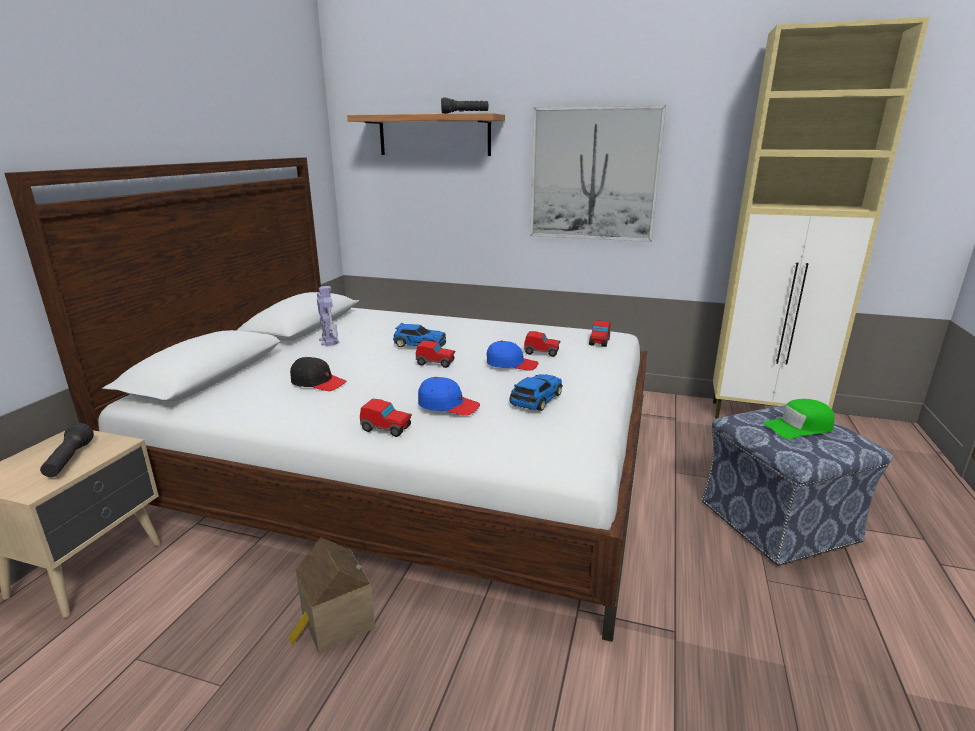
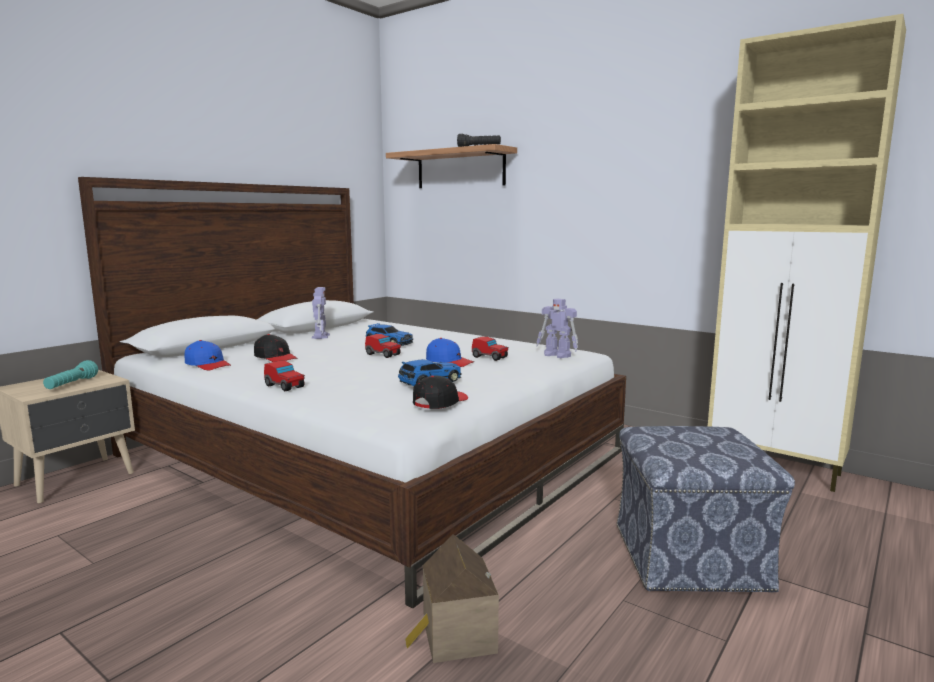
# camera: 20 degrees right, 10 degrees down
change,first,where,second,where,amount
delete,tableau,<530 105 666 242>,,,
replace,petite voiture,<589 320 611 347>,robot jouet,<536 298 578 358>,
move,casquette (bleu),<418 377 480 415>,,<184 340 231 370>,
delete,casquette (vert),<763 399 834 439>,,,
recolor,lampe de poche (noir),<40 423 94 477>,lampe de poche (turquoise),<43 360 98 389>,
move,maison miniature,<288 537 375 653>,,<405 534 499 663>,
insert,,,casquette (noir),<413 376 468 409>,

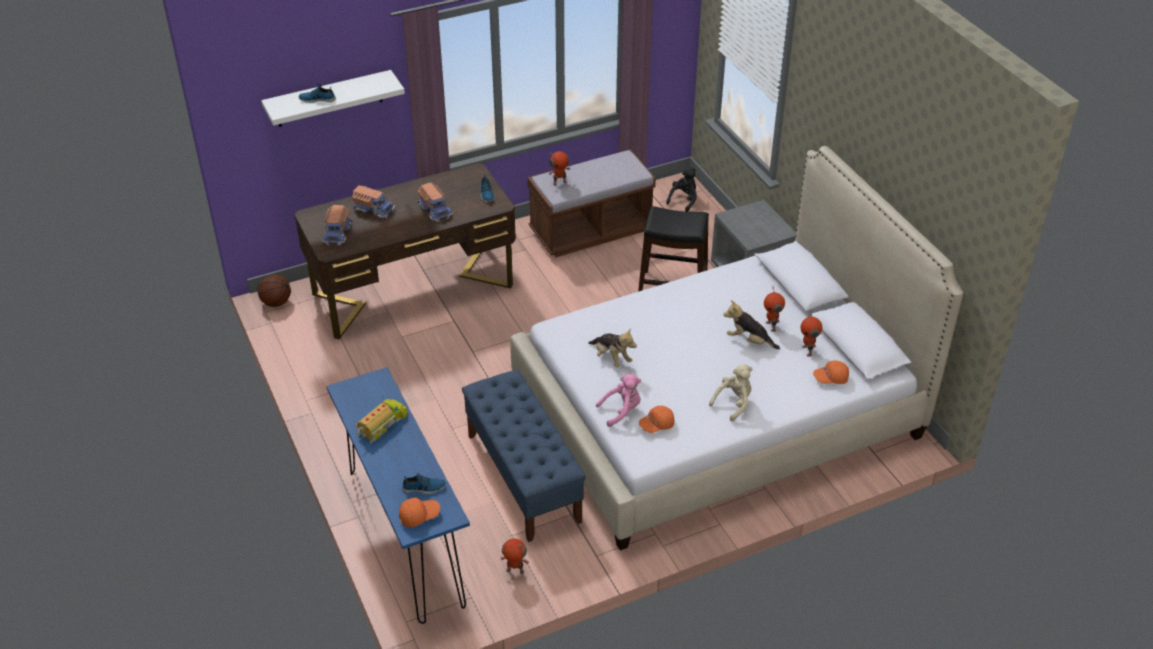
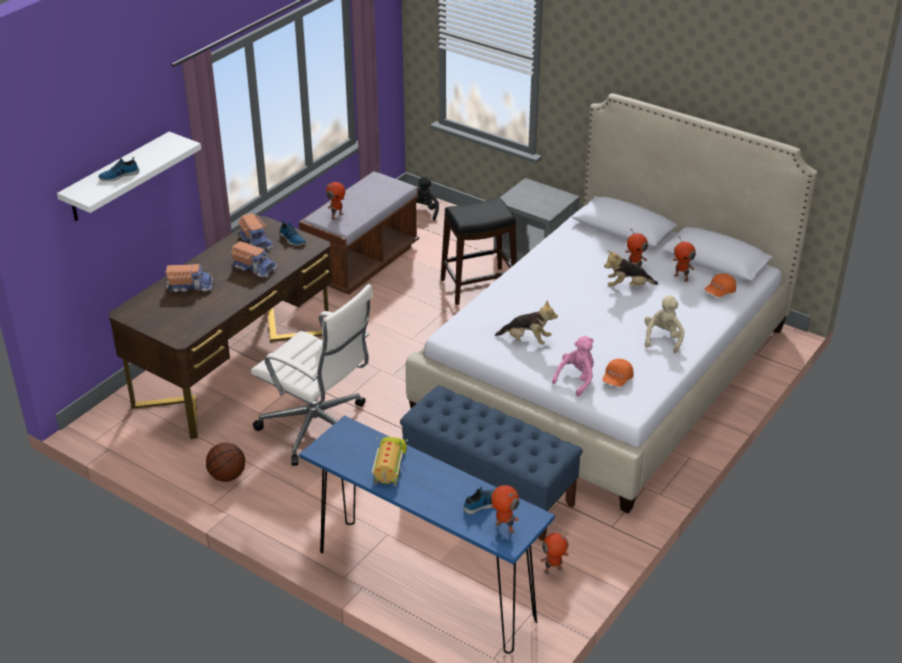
# camera: 30 degrees left, 5 degrees down
change,first,where,second,where,amount
move,camion jouet,<322 205 352 246>,,<238 213 273 251>,
move,ballon de basket,<258 275 291 307>,,<206 442 245 482>,
replace,casquette (orange),<399 497 440 527>,robot jouet,<490 485 519 534>,
insert,,,chaise de bureau (blanc),<251 284 373 466>,

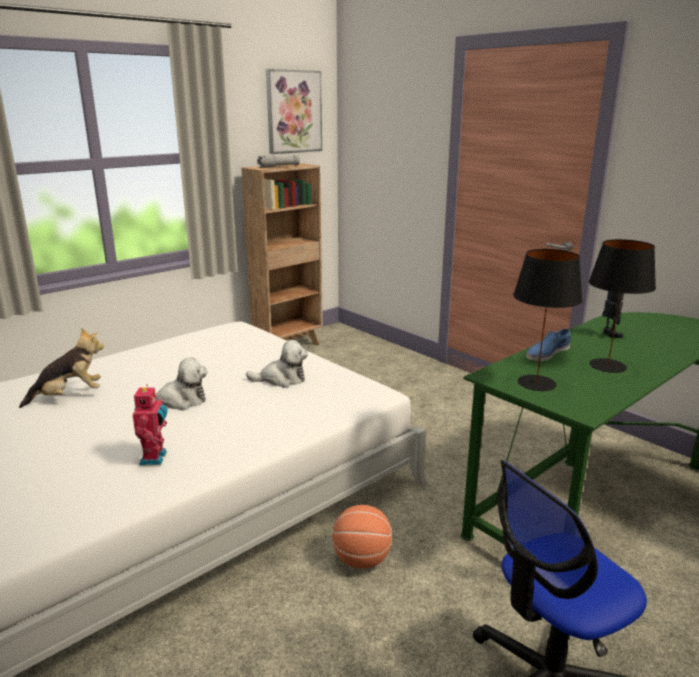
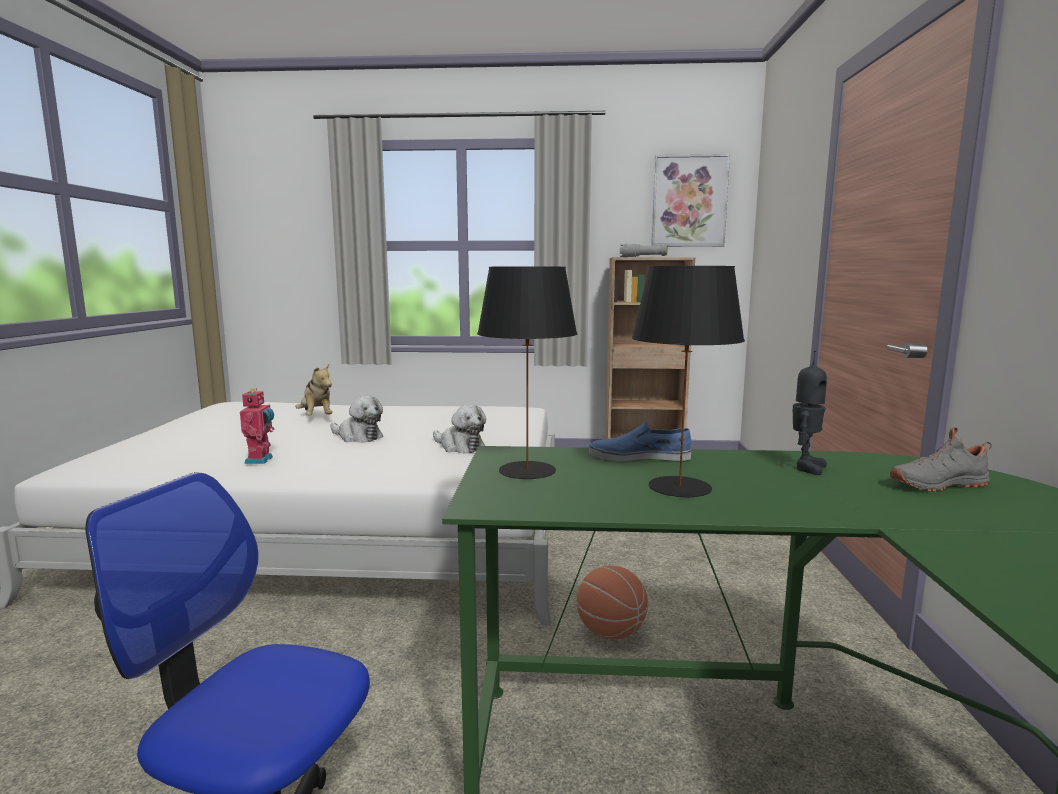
# camera: 45 degrees right, 10 degrees down
change,first,where,second,where,amount
rotate,peluche,<19 328 104 408>,,<295 364 332 415>,45 degrees clockwise
rotate,robot jouet,<132 384 167 465>,,<240 388 275 464>,45 degrees counterclockwise
move,ballon de basket,<333 505 392 569>,,<577 565 648 639>,
insert,,,chaussure (gris),<890 427 992 492>,

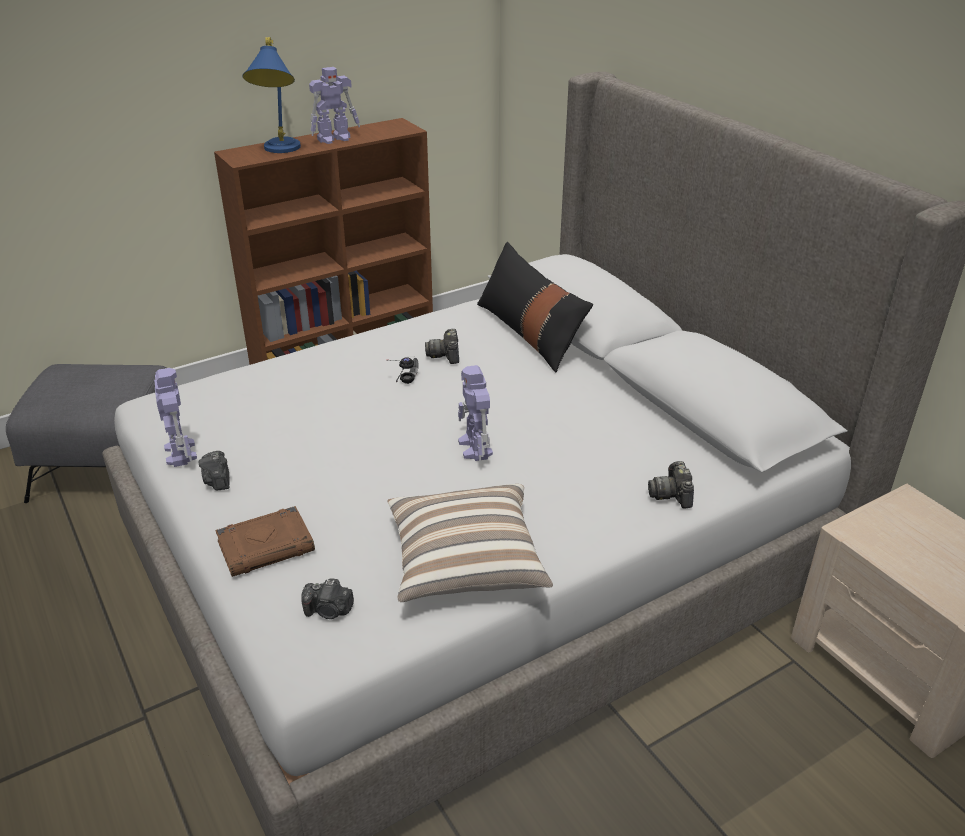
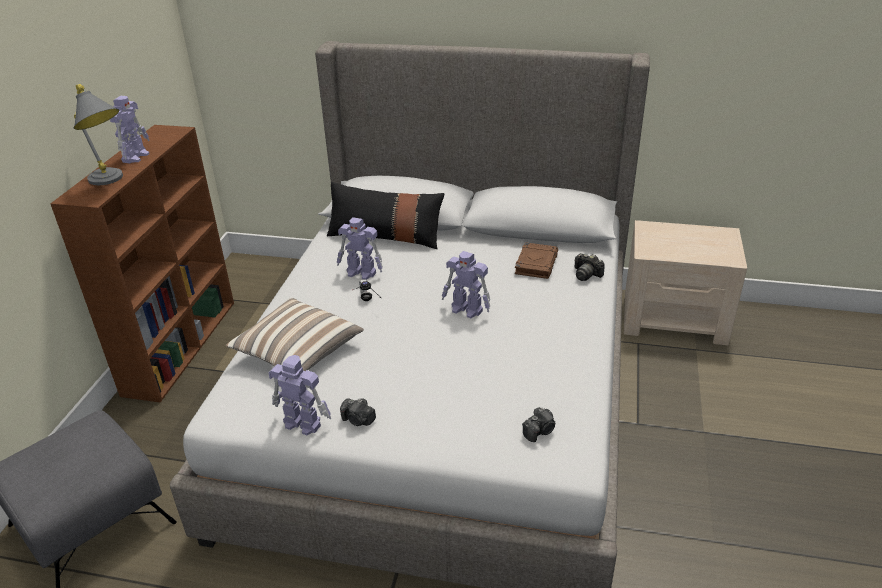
# camera: 45 degrees left, 0 degrees up
change,first,where,second,where,amount
recolor,lampe de table (bleu),<242 37 301 153>,lampe de table (gris),<74 84 123 185>,
replace,appareil photo,<425 329 459 364>,robot jouet,<337 217 383 280>,
move,coussin,<388 484 553 602>,,<226 297 364 371>,
move,livre (marron),<215 506 315 577>,,<515 242 558 279>,

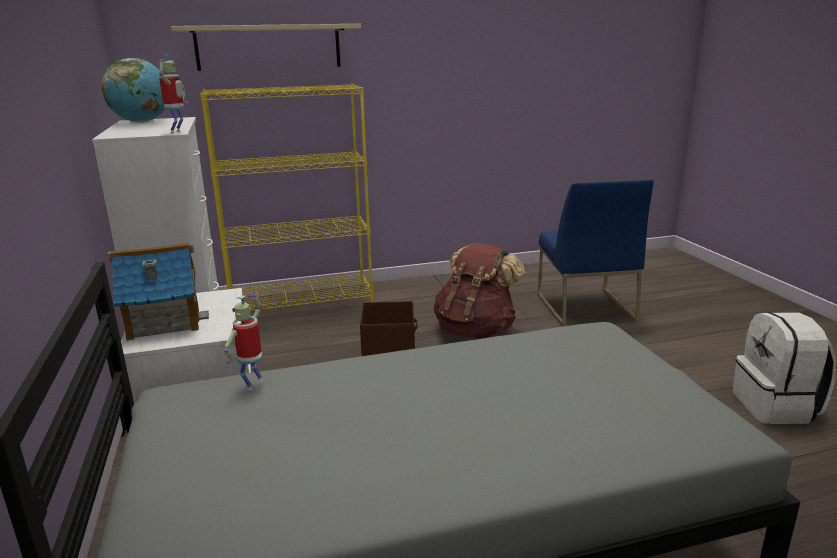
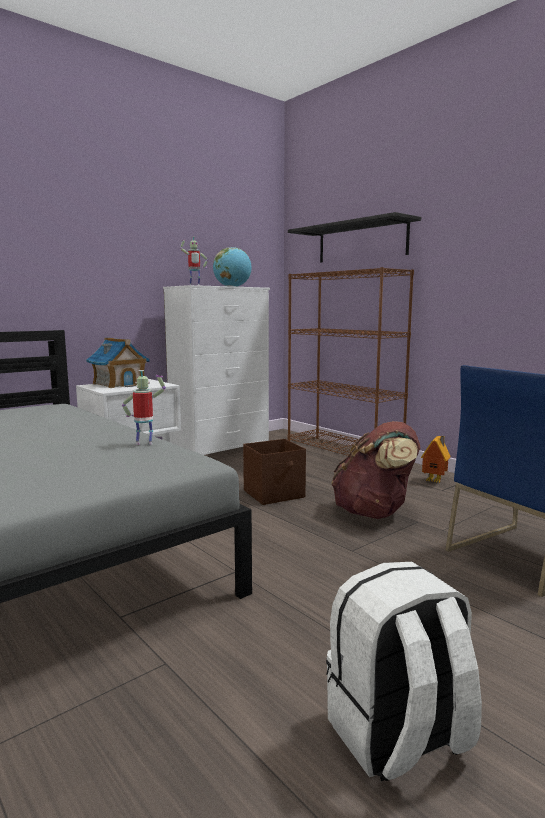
# camera: 65 degrees right, 10 degrees down
change,first,where,second,where,amount
recolor,étagère (beige),<171 24 361 71>,étagère (noir),<288 212 421 263>,
recolor,bibliothèque (jaune),<200 84 374 311>,bibliothèque (marron),<288 267 414 456>,
move,robot jouet,<224 294 264 391>,,<122 370 166 445>,
insert,,,maison miniature,<421 436 451 483>,

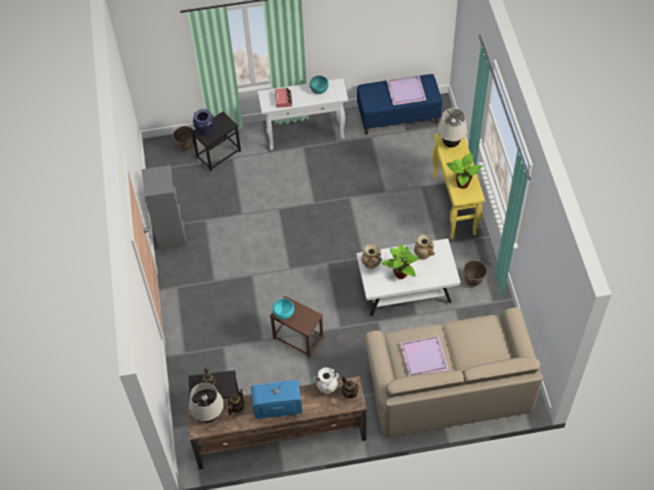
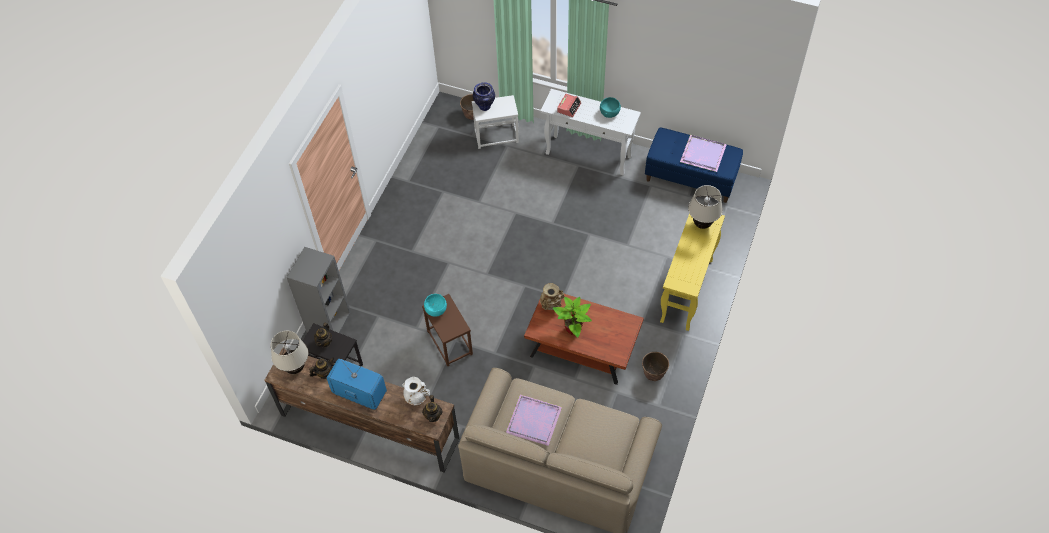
# camera: 30 degrees right, 0 degrees up
change,first,where,second,where,amount
recolor,table d'appoint (noir),<191 111 241 171>,table d'appoint (blanc),<472 95 519 149>,
delete,plante en pot,<446 153 482 189>,,,
move,bibliothèque (gris),<142 165 186 250>,,<286 247 351 333>,
delete,vase (beige),<414 234 435 259>,,,
recolor,table basse (blanc),<356 239 461 316>,table basse (marron),<524 294 644 385>,

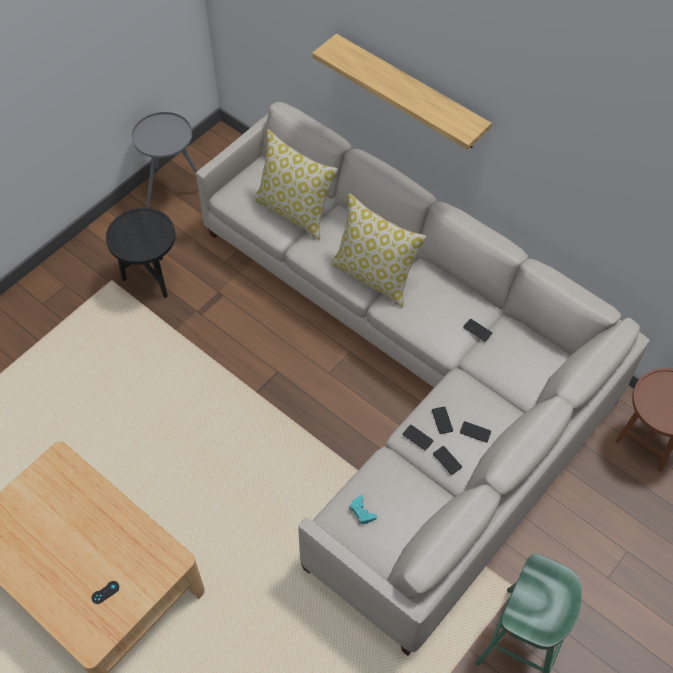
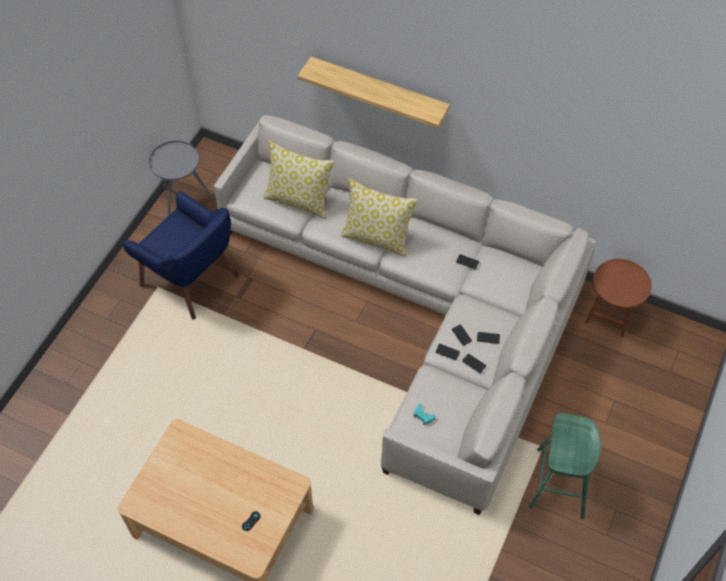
# camera: 15 degrees left, 0 degrees up
change,first,where,second,where,amount
replace,table d'appoint (noir),<106 208 175 298>,fauteuil (bleu),<123 191 239 320>,

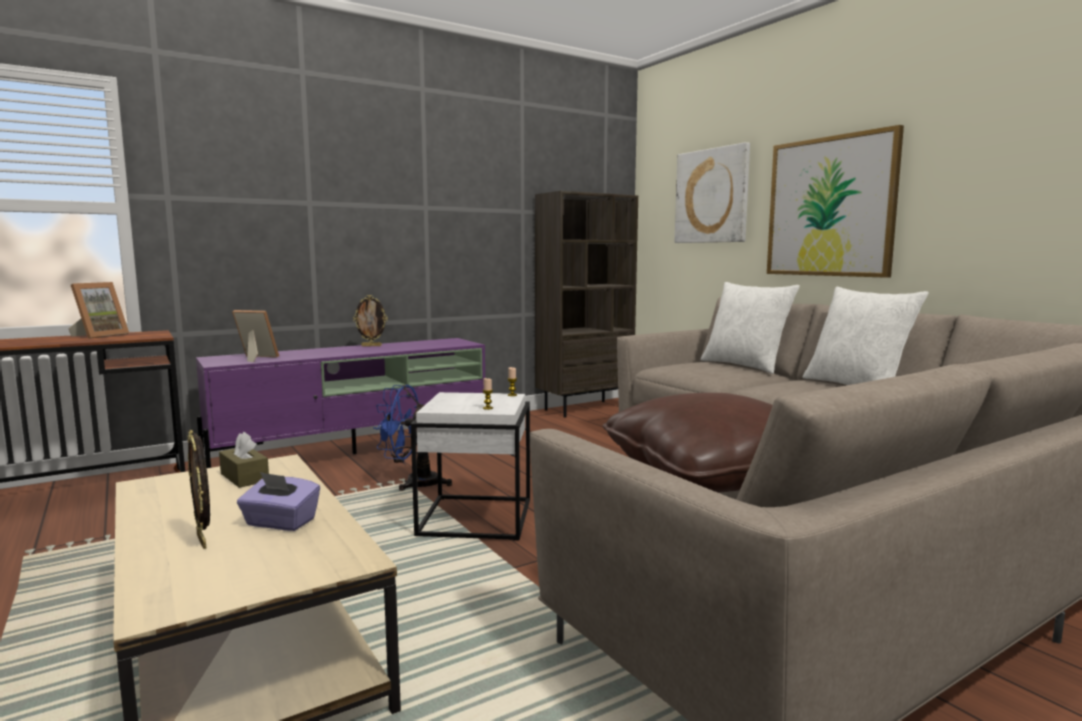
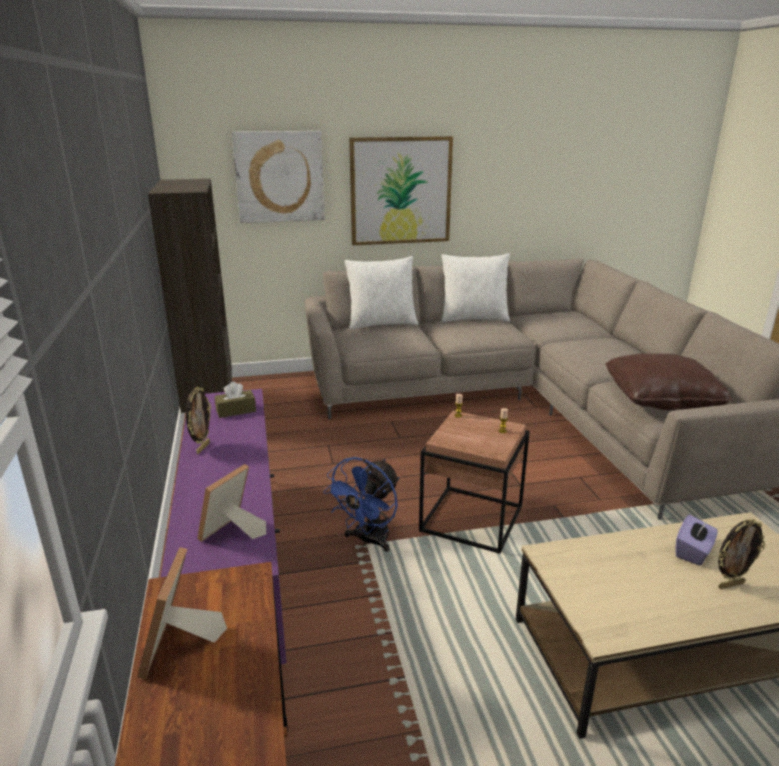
# camera: 70 degrees left, 15 degrees up
change,first,where,second,where,amount
rotate,cadre photo,<68 282 129 339>,,<137 547 227 679>,135 degrees counterclockwise
recolor,table d'appoint (blanc),<411 392 530 541>,table d'appoint (marron),<419 411 530 554>,
move,boîte à mouchoirs (marron),<219 431 269 488>,,<215 382 256 418>,

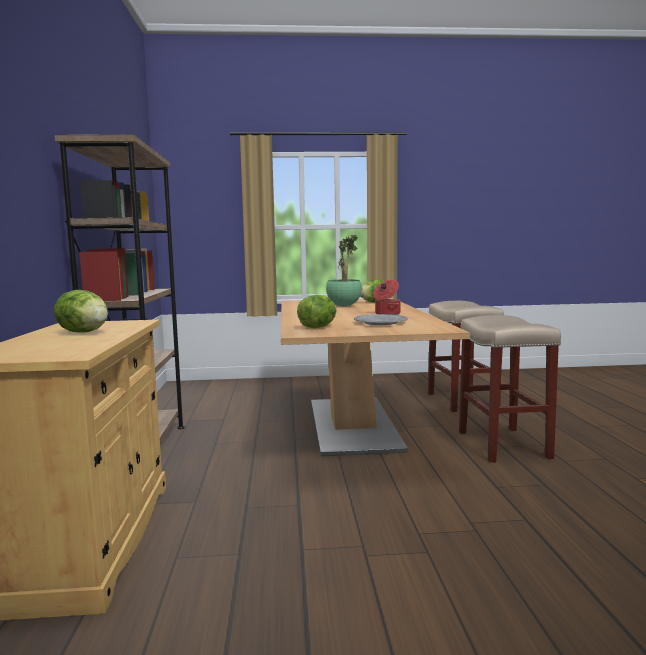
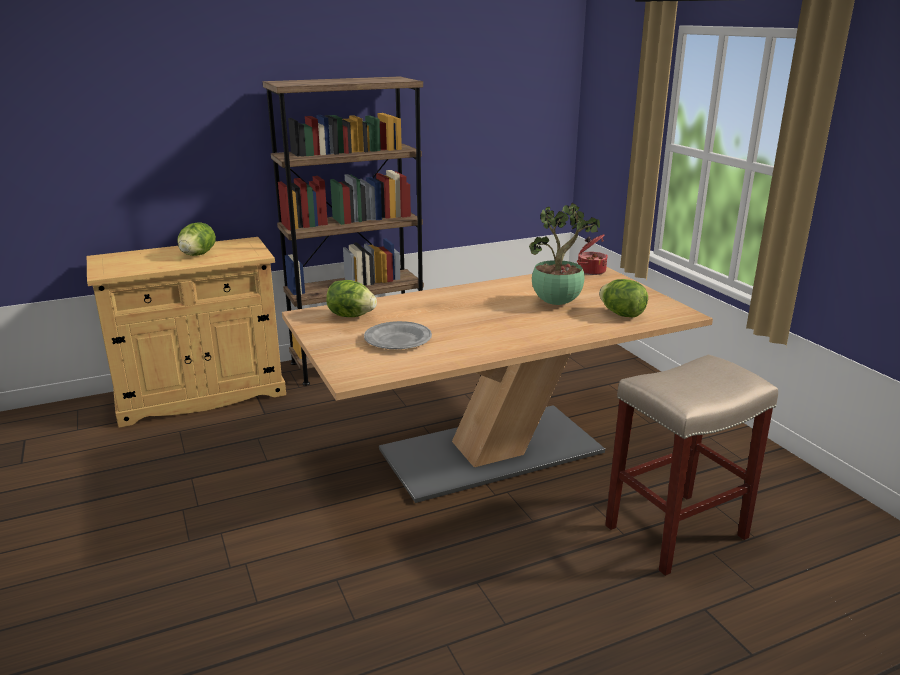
# camera: 70 degrees right, 15 degrees up
change,first,where,second,where,amount
move,marmite,<373 280 401 315>,,<577 234 608 275>,
delete,tabouret (beige),<459 315 561 463>,,,

